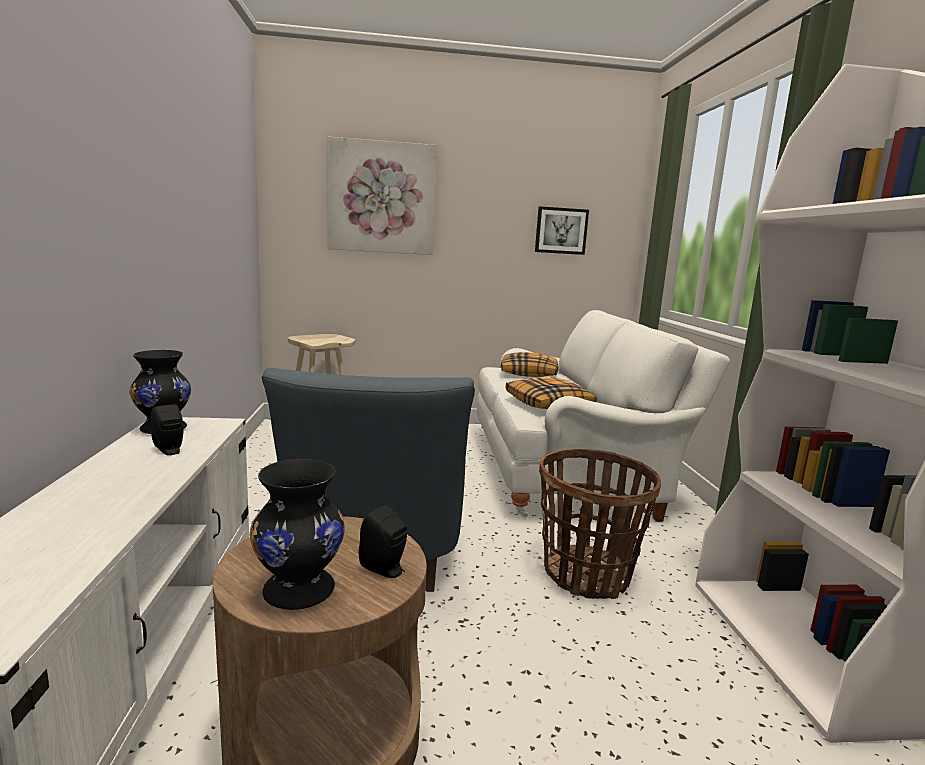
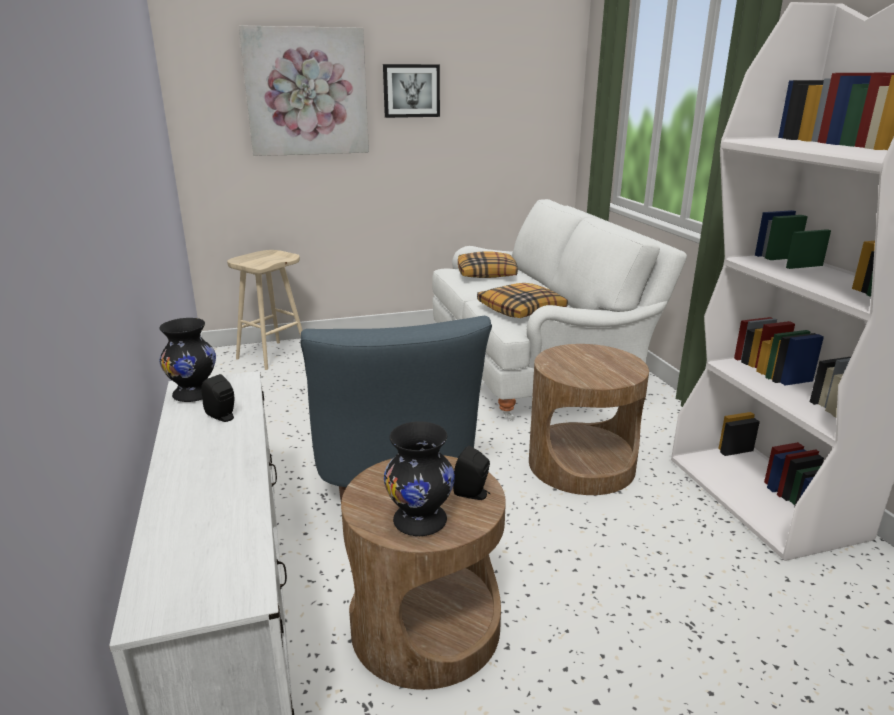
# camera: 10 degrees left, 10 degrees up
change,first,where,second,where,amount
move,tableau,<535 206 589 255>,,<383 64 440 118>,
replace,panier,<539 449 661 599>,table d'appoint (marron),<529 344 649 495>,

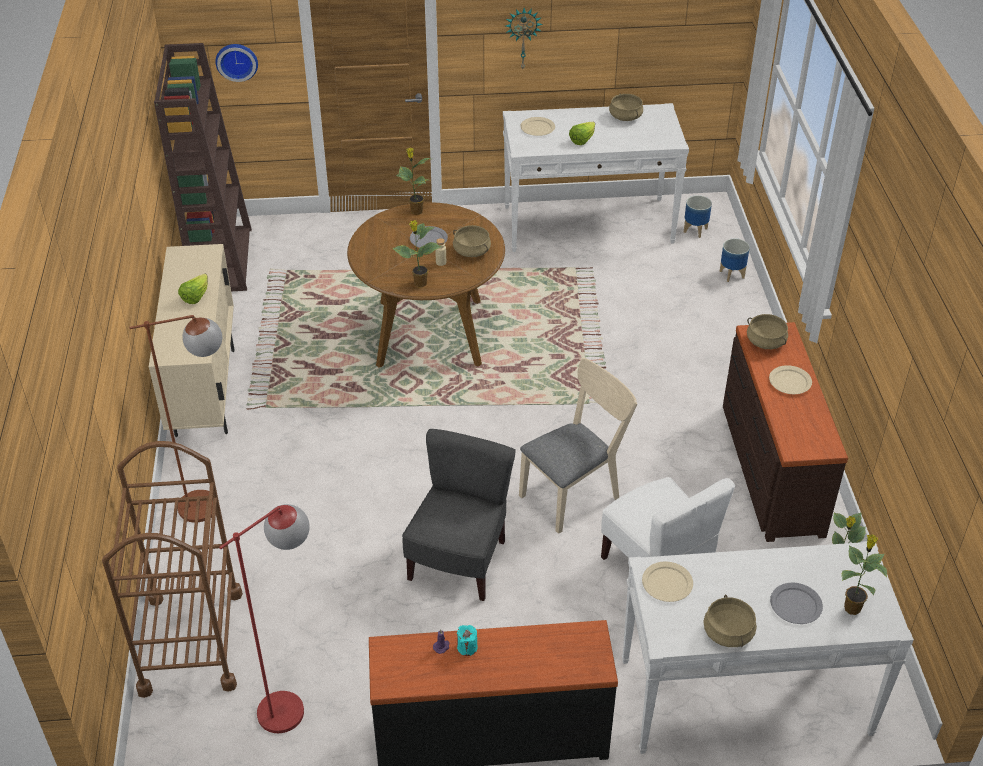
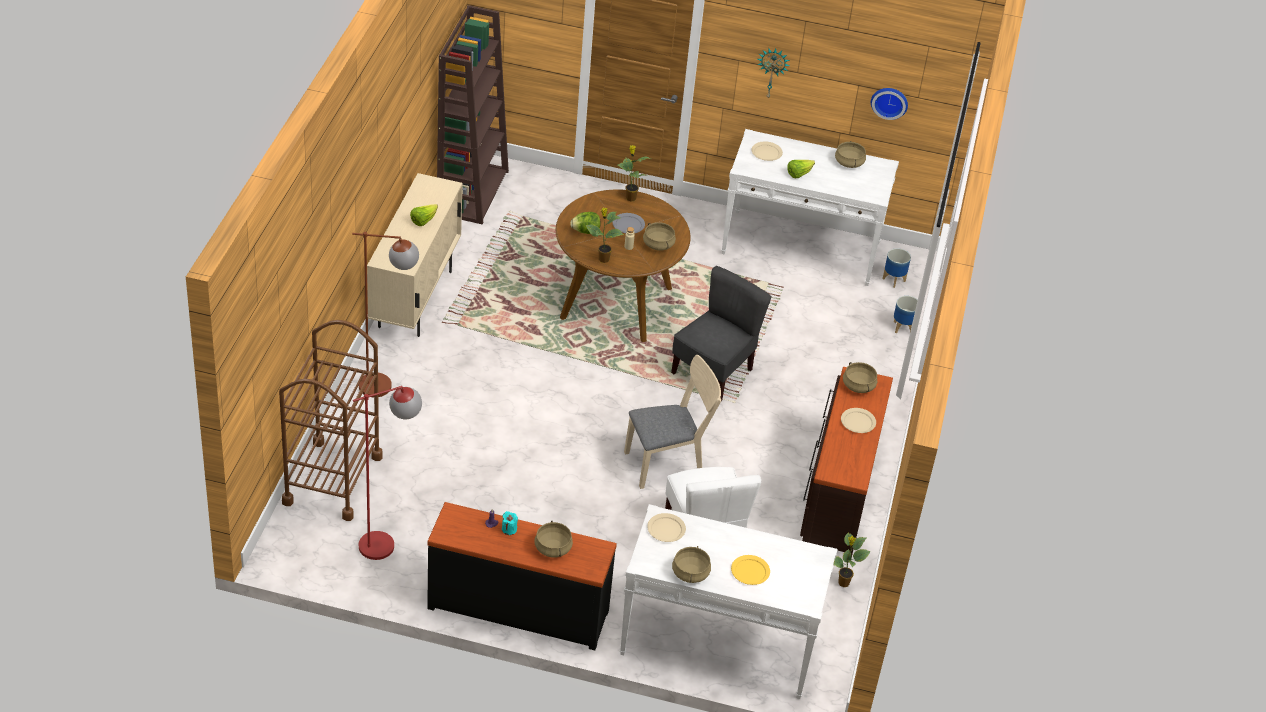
# camera: 15 degrees right, 0 degrees up
change,first,where,second,where,amount
move,horloge murale,<215 44 258 82>,,<871 88 908 120>,
move,chaise (gris),<402 429 516 601>,,<671 266 772 401>,
delete,plante en pot,<842 535 887 615>,,,
recolor,assiette (gris),<770 583 823 624>,assiette (jaune),<731 555 770 585>,
insert,,,laitue,<570 212 601 234>,
insert,,,marmite (beige),<534 521 573 557>,

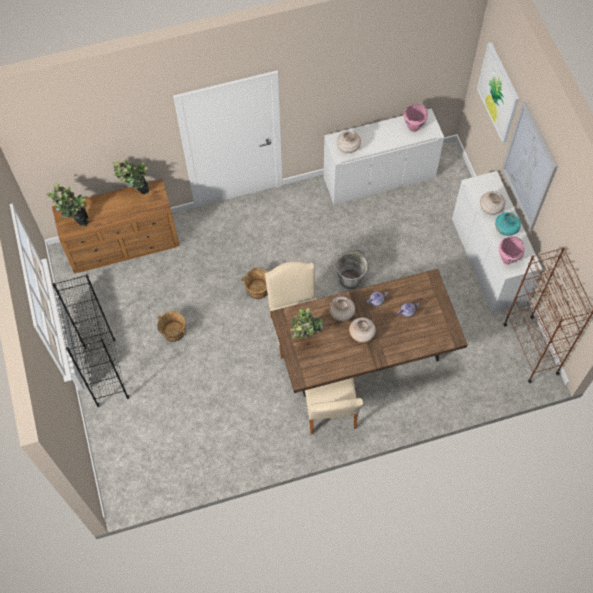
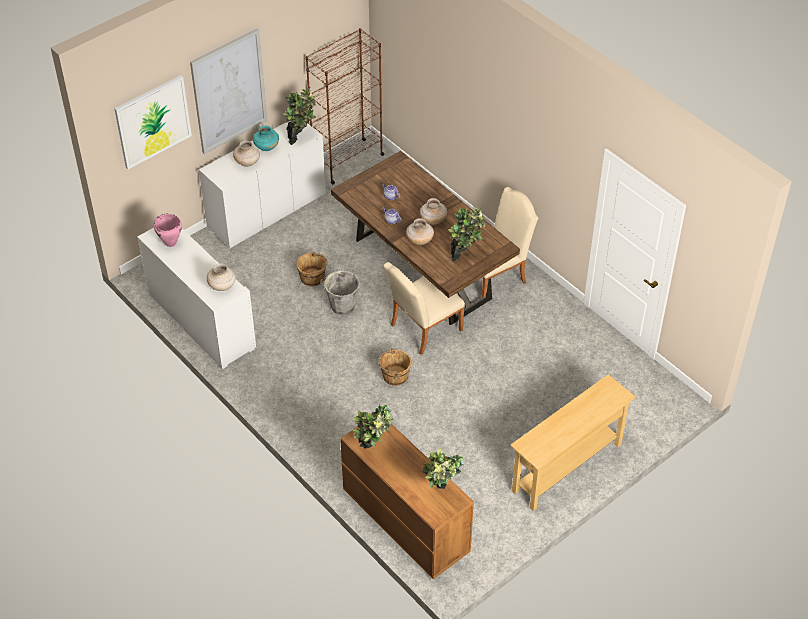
# camera: 115 degrees left, 15 degrees down
change,first,where,second,where,amount
replace,marmite (rose),<499 236 524 264>,plante en pot,<283 87 316 145>,
replace,bibliothèque (noir),<52 274 129 407>,table console (beige),<510 374 636 511>,
move,seau (marron),<157 311 187 342>,,<296 251 328 286>,

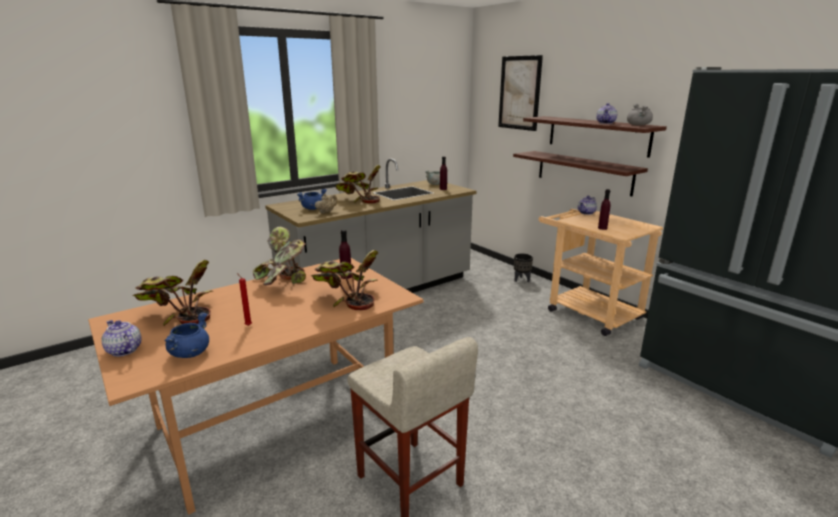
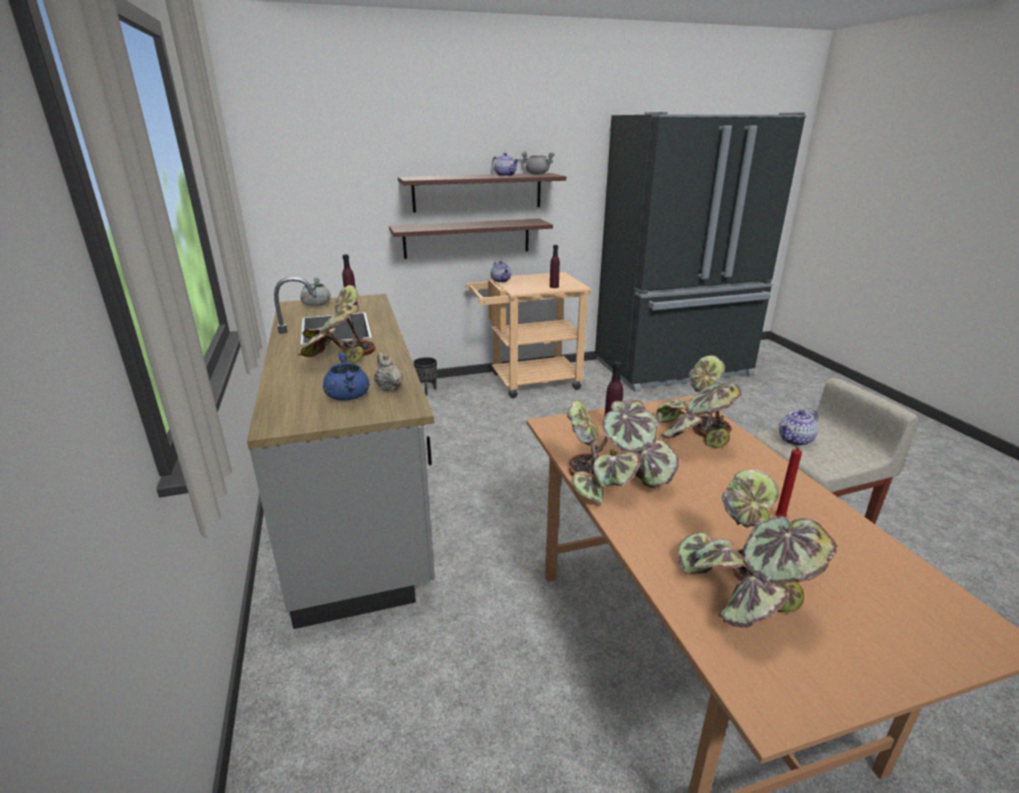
# camera: 70 degrees left, 5 degrees up
change,first,where,second,where,amount
delete,tableau,<498 55 543 131>,,,
delete,marmite (bleu),<164 312 209 358>,,,
move,théière,<101 320 141 357>,,<779 410 818 446>,

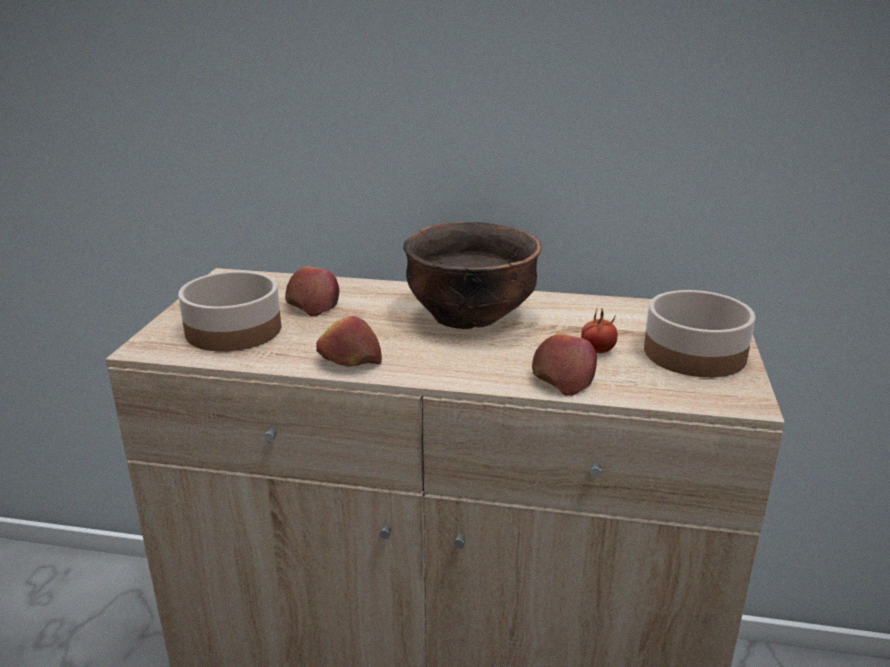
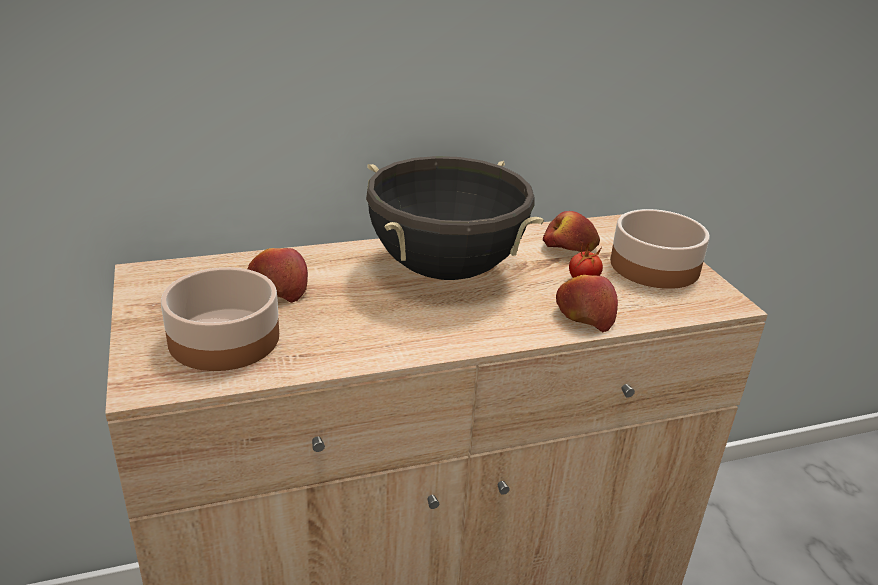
# camera: 30 degrees left, 5 degrees up
change,first,where,second,where,amount
replace,bol (marron),<403 222 542 329>,marmite (noir),<366 156 544 280>,
move,pomme,<316 316 382 366>,,<543 211 600 252>,

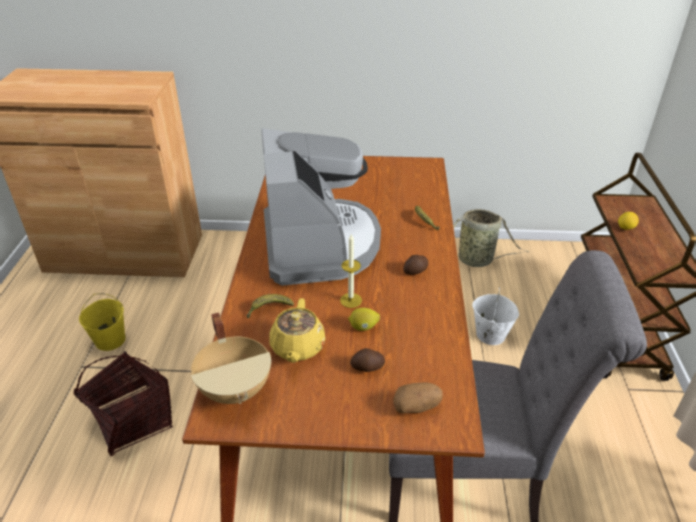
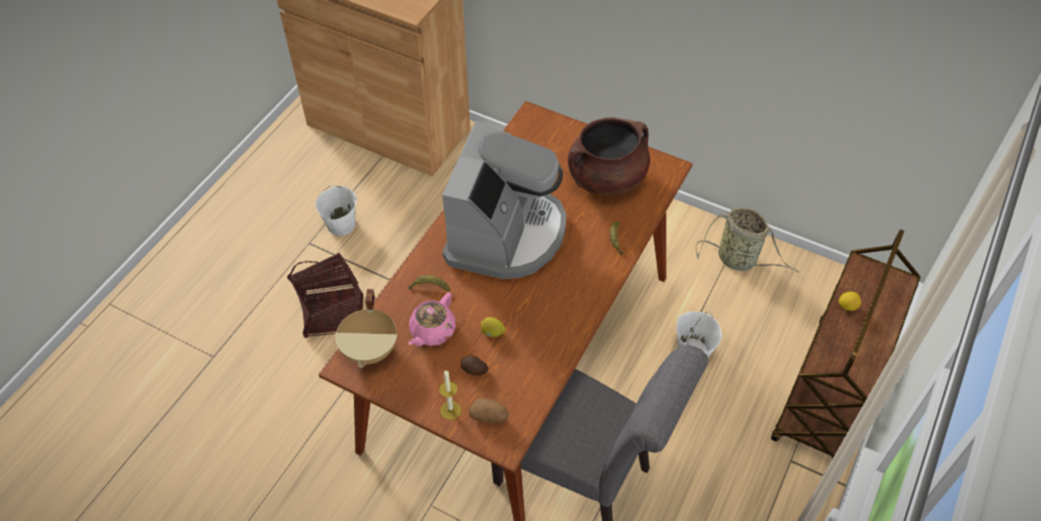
# camera: 25 degrees right, 15 degrees up
change,first,where,second,where,amount
move,bougie,<340 234 362 308>,,<439 370 461 420>,
delete,pomme de terre,<403 255 428 275>,,,
recolor,seau (jaune),<79 294 126 351>,seau (blanc),<315 185 357 236>,
recolor,théière (jaune),<269 298 325 363>,théière (rose),<408 292 456 347>,
insert,,,marmite (marron),<568 117 650 196>,

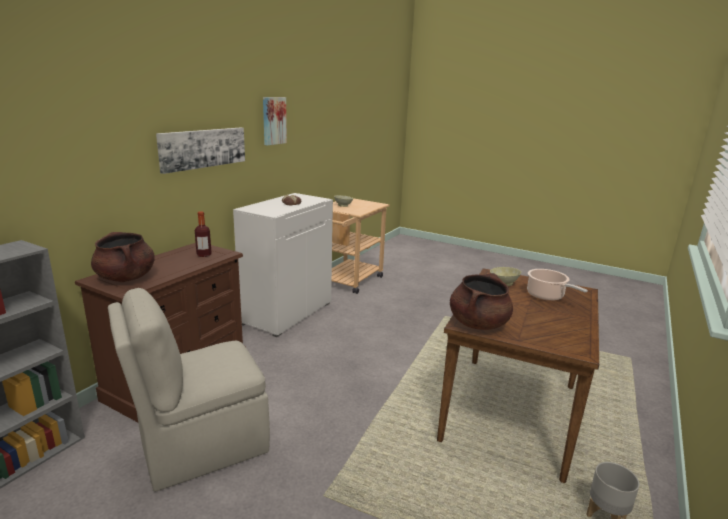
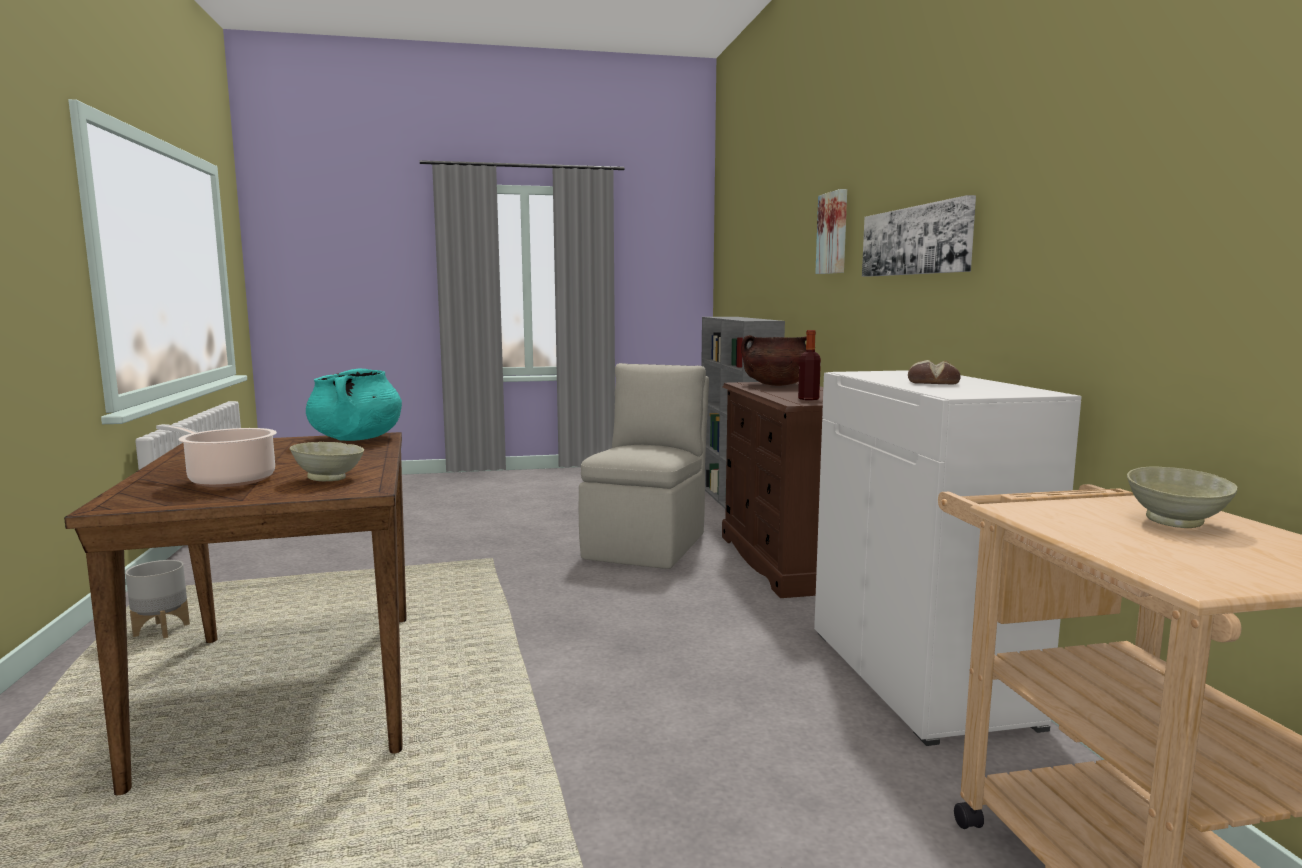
# camera: 140 degrees right, 10 degrees down
change,first,where,second,where,amount
move,tableau,<263 97 287 145>,,<815 189 847 274>,
recolor,marmite (marron),<450 273 513 330>,marmite (turquoise),<306 368 402 441>,

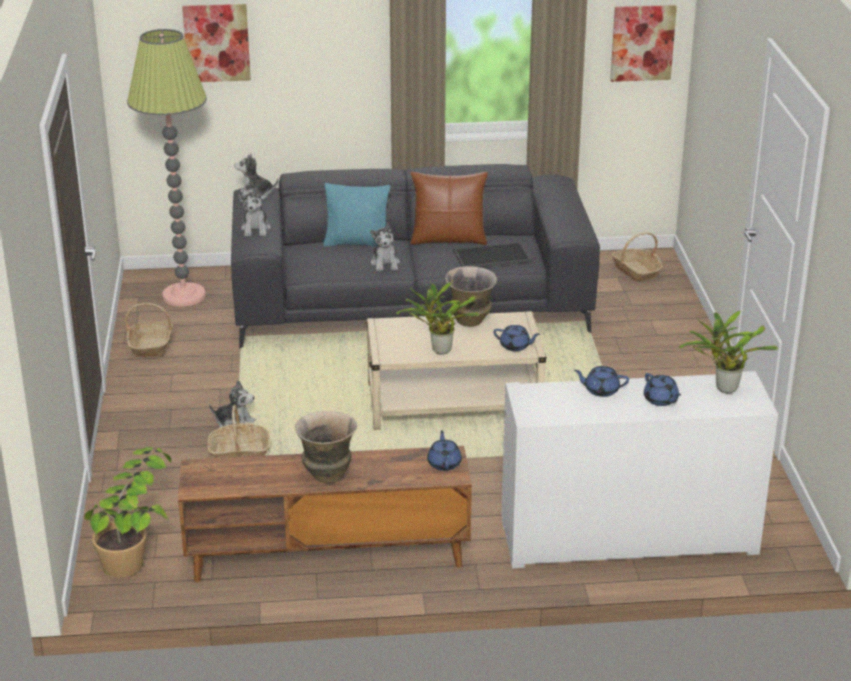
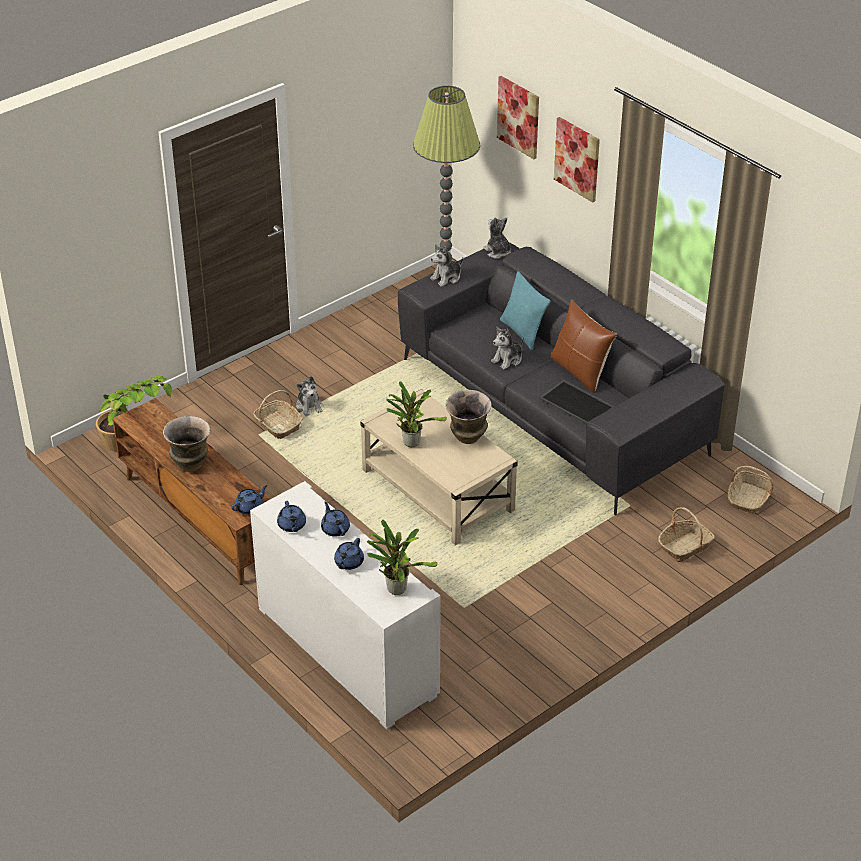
# camera: 55 degrees right, 10 degrees up
change,first,where,second,where,amount
move,tableau,<610 5 677 82>,,<554 117 600 203>,
move,panier,<125 303 173 357>,,<658 507 715 562>,
move,théière (bleu),<493 325 540 351>,,<277 501 306 532>,

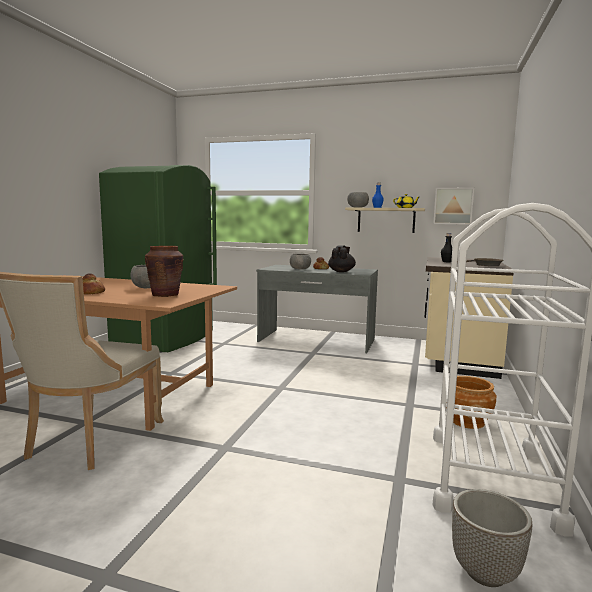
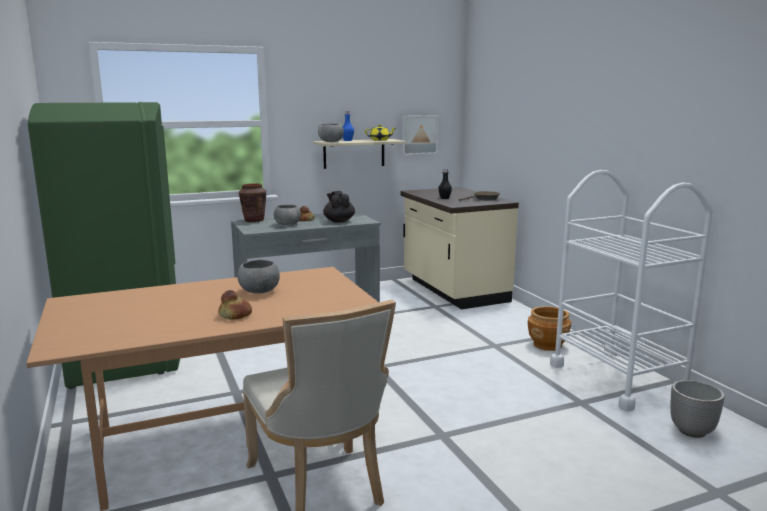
# camera: 40 degrees left, 5 degrees up
change,first,where,second,where,amount
move,vase (marron),<145 246 184 297>,,<239 183 266 222>,

